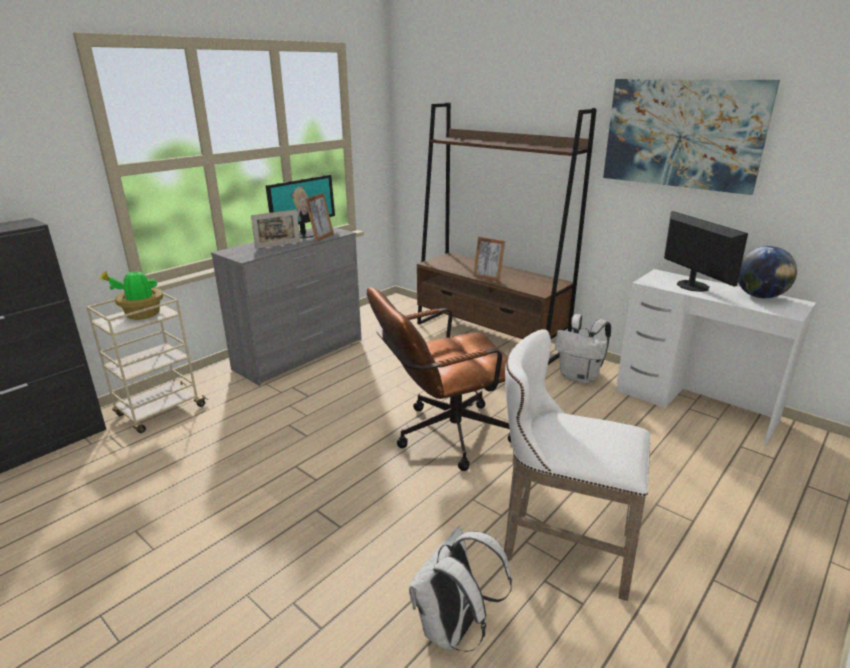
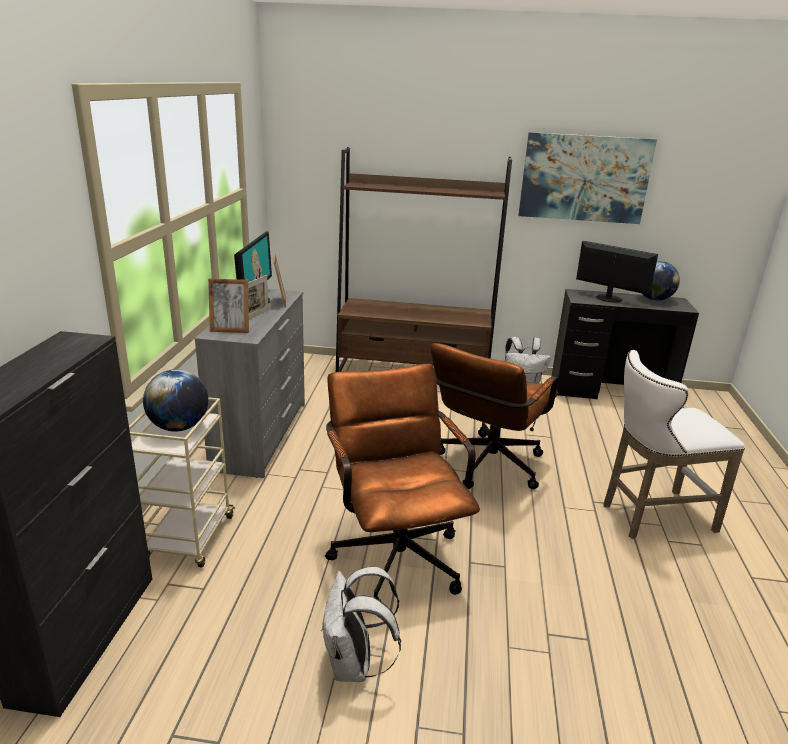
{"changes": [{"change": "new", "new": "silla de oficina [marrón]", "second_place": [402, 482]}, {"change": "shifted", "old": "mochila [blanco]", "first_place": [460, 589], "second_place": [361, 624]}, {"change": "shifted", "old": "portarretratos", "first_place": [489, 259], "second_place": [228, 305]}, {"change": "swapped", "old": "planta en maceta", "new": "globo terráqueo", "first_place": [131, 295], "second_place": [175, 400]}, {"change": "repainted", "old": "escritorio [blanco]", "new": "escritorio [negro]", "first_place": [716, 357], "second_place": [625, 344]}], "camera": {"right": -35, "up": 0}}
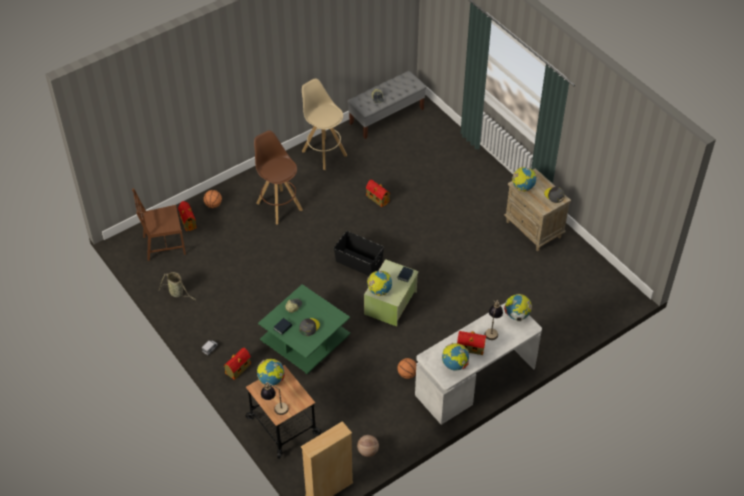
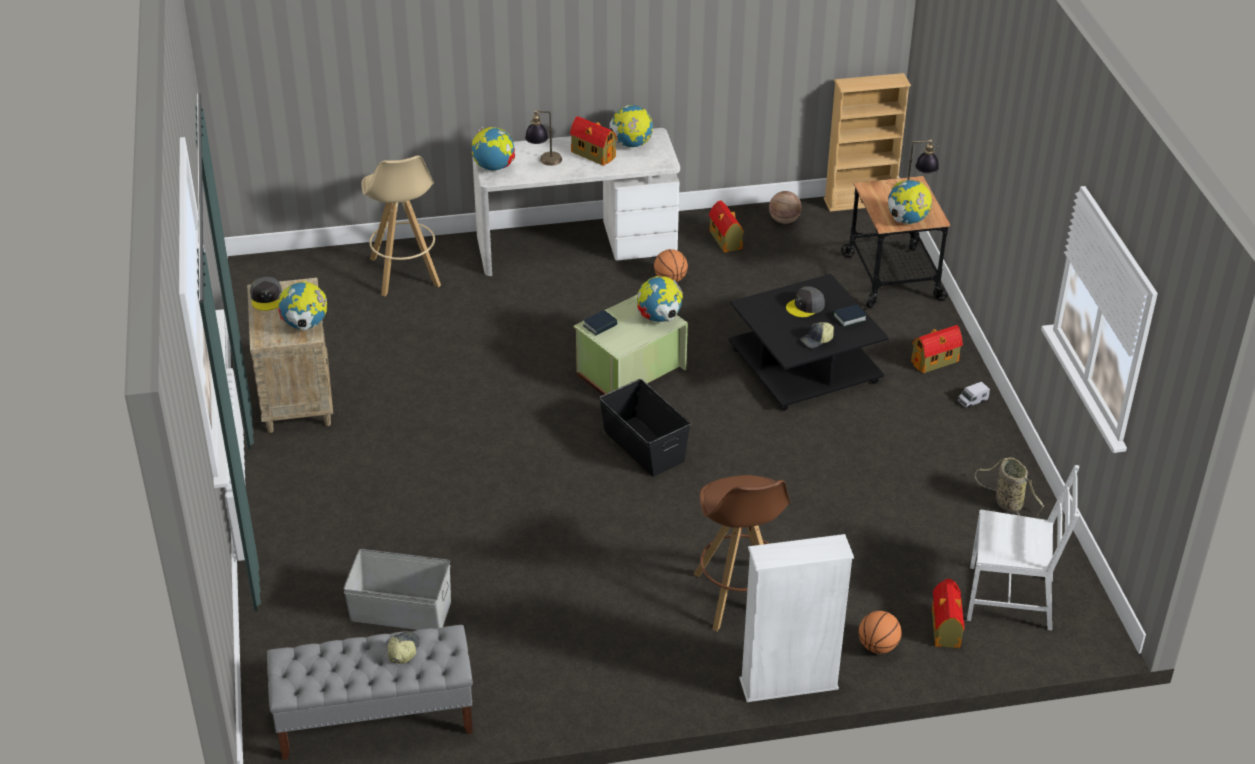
{"changes": [{"change": "new", "new": "caja de almacenaje [gris]", "second_place": [397, 589]}, {"change": "new", "new": "estantería [blanco]", "second_place": [796, 618]}, {"change": "shifted", "old": "taburete [beis]", "first_place": [324, 124], "second_place": [401, 226]}, {"change": "shifted", "old": "casita", "first_place": [378, 193], "second_place": [726, 226]}, {"change": "repainted", "old": "silla [marrón]", "new": "silla [blanco]", "first_place": [159, 224], "second_place": [1023, 548]}, {"change": "repainted", "old": "mesa de centro [verde]", "new": "mesa de centro [negro]", "first_place": [304, 329], "second_place": [808, 342]}], "camera": {"right": -155, "up": -10}}
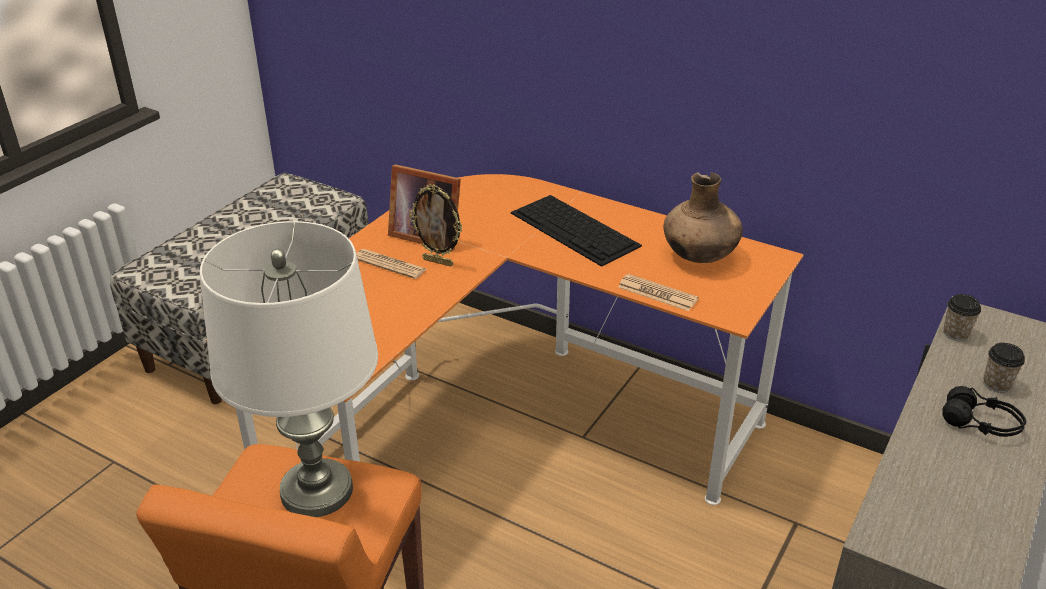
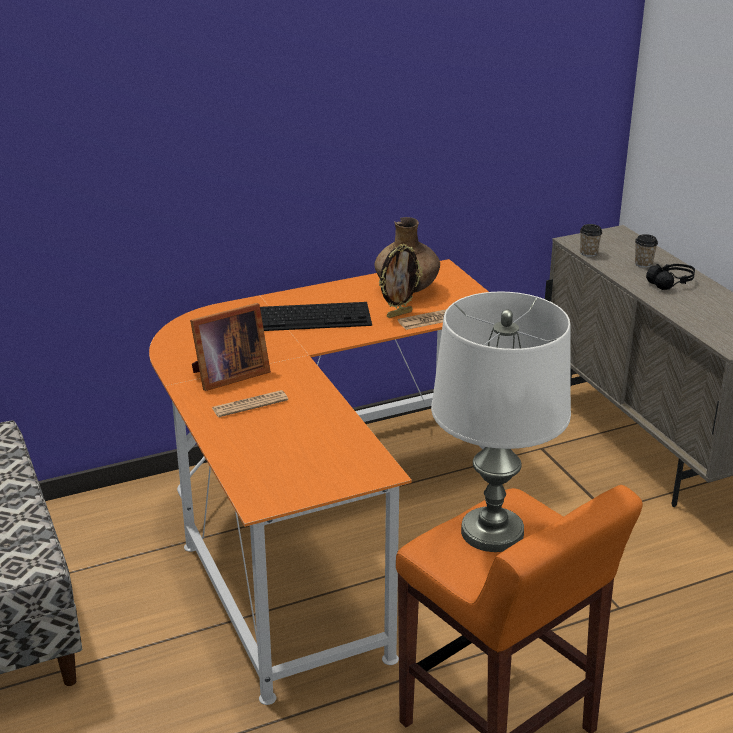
{"changes": [{"change": "shifted", "old": "portarretratos", "first_place": [436, 225], "second_place": [401, 281]}], "camera": {"right": -55, "up": -5}}
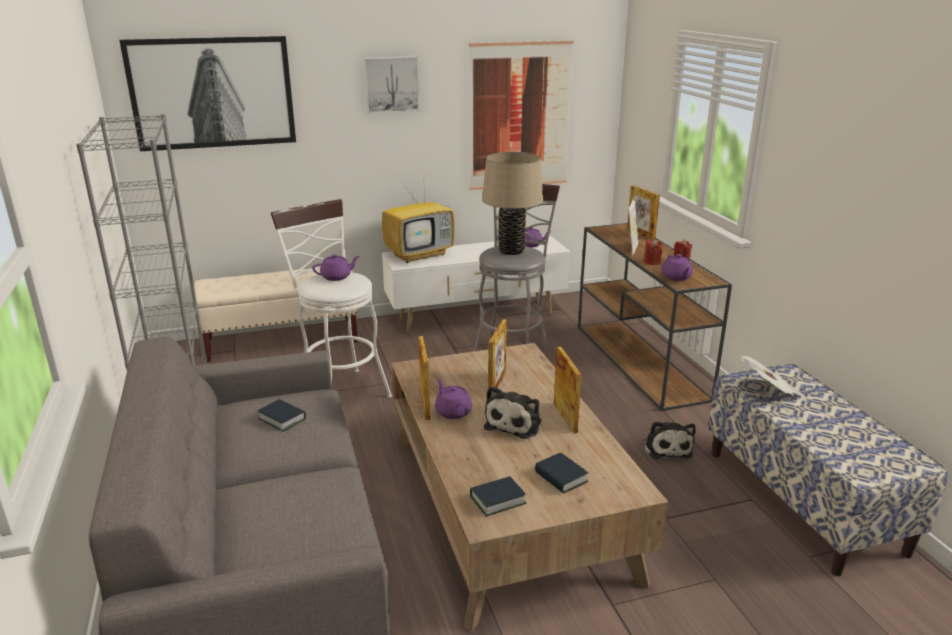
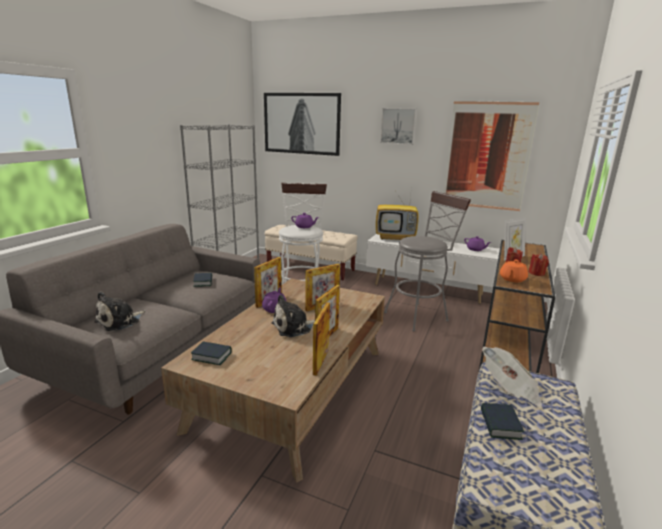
{"changes": [{"change": "gone", "old": "lámpara de mesa [beis]", "first_place": [512, 203]}, {"change": "shifted", "old": "libro", "first_place": [561, 473], "second_place": [502, 421]}, {"change": "shifted", "old": "portarretratos", "first_place": [643, 212], "second_place": [321, 339]}, {"change": "shifted", "old": "peluche", "first_place": [670, 440], "second_place": [119, 311]}, {"change": "repainted", "old": "tetera [morado]", "new": "tetera [naranja]", "first_place": [677, 267], "second_place": [514, 270]}], "camera": {"right": 40, "up": -5}}
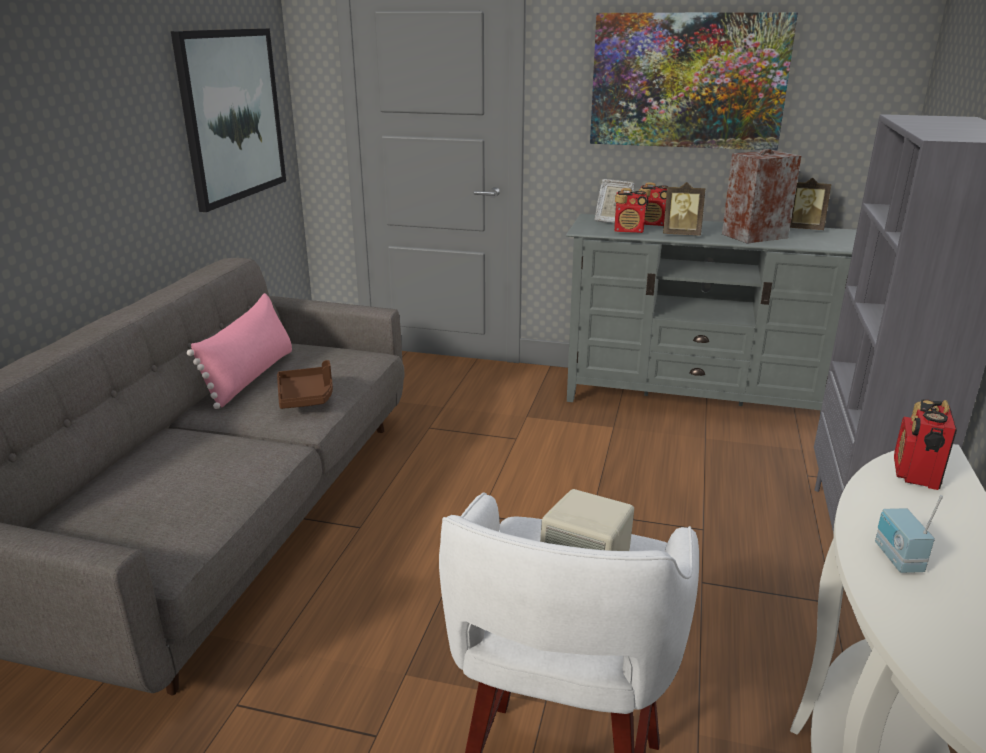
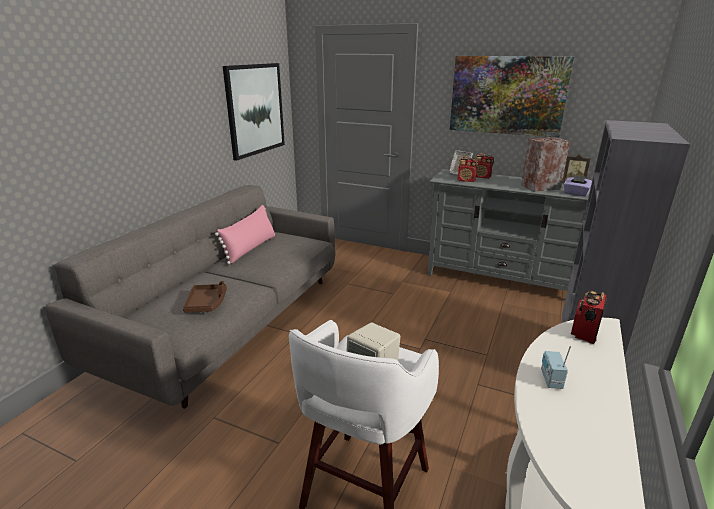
{"changes": [{"change": "gone", "old": "portarretratos", "first_place": [684, 208]}, {"change": "new", "new": "caja de pañuelos [morado]", "second_place": [577, 186]}, {"change": "shifted", "old": "bandeja [marrón]", "first_place": [305, 384], "second_place": [205, 296]}], "camera": {"right": 10, "up": 0}}
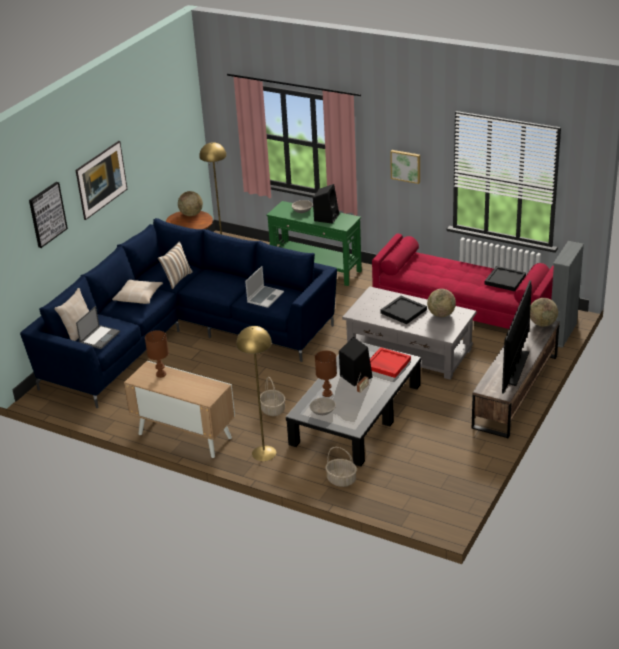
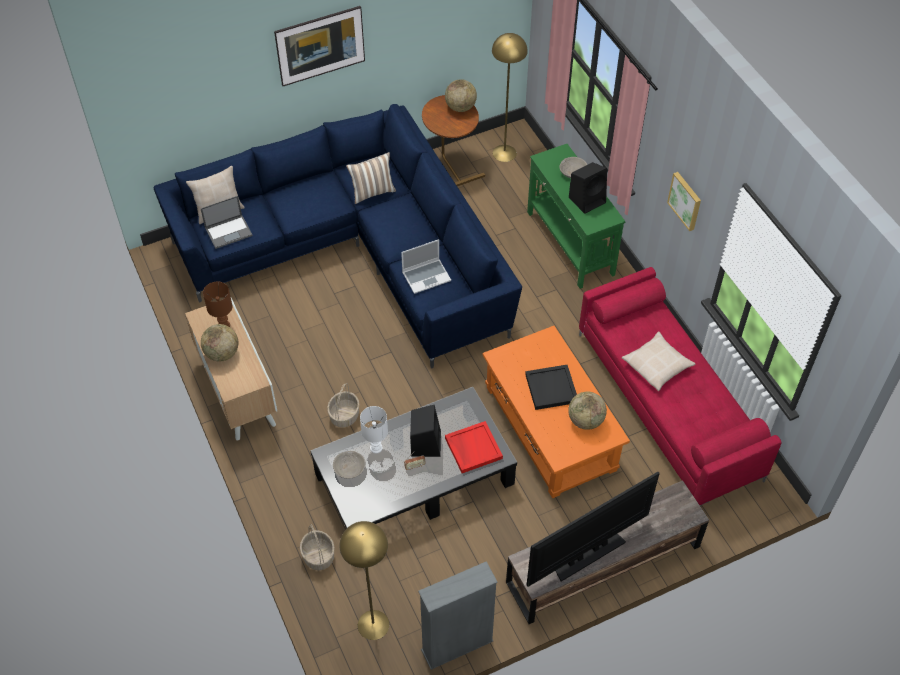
{"changes": [{"change": "gone", "old": "cuadro", "first_place": [48, 215]}, {"change": "gone", "old": "bandeja [negro]", "first_place": [505, 278]}, {"change": "shifted", "old": "cojín [beis]", "first_place": [137, 292], "second_place": [659, 361]}, {"change": "shifted", "old": "lámpara de pie [amarillo]", "first_place": [256, 393], "second_place": [364, 580]}, {"change": "shifted", "old": "globo terráqueo", "first_place": [544, 312], "second_place": [219, 342]}, {"change": "shifted", "old": "estantería [gris]", "first_place": [567, 294], "second_place": [458, 615]}, {"change": "repainted", "old": "lámpara de mesa [marrón]", "new": "lámpara de mesa [blanco]", "first_place": [326, 373], "second_place": [374, 430]}, {"change": "repainted", "old": "mesa de centro [gris]", "new": "mesa de centro [naranja]", "first_place": [409, 333], "second_place": [556, 412]}], "camera": {"right": 35, "up": 20}}
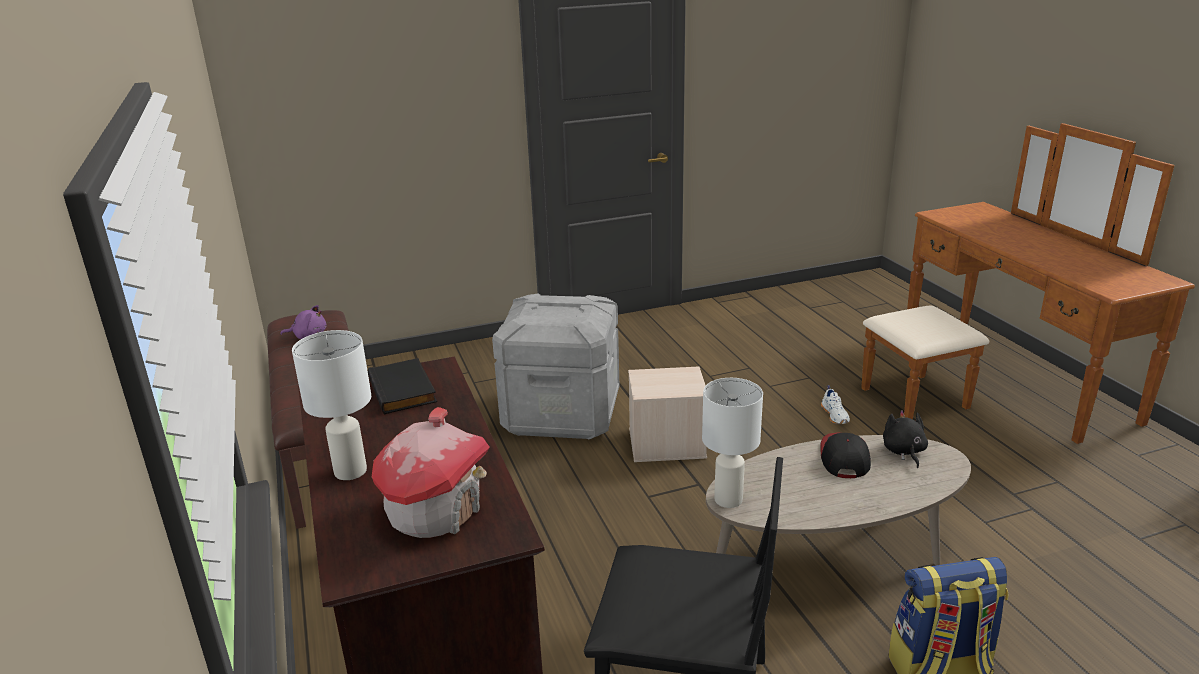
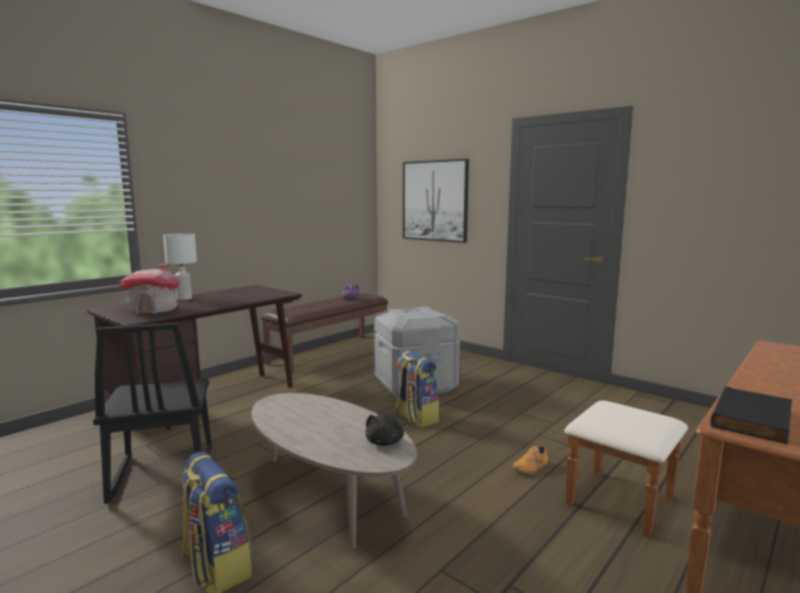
{"changes": [{"change": "gone", "old": "lámpara de mesa [blanco]", "first_place": [732, 443]}, {"change": "gone", "old": "gorra", "first_place": [845, 455]}, {"change": "new", "new": "cuadro", "second_place": [436, 201]}, {"change": "shifted", "old": "libro [negro]", "first_place": [402, 386], "second_place": [751, 415]}, {"change": "swapped", "old": "caja de almacenaje [beis]", "new": "mochila", "first_place": [667, 414], "second_place": [416, 388]}, {"change": "repainted", "old": "zapato [blanco]", "new": "zapato [naranja]", "first_place": [835, 404], "second_place": [530, 458]}, {"change": "rotated", "old": "peluche [negro]", "first_place": [905, 439], "second_place": [385, 430], "degrees": 135}], "camera": {"right": 60, "up": -15}}
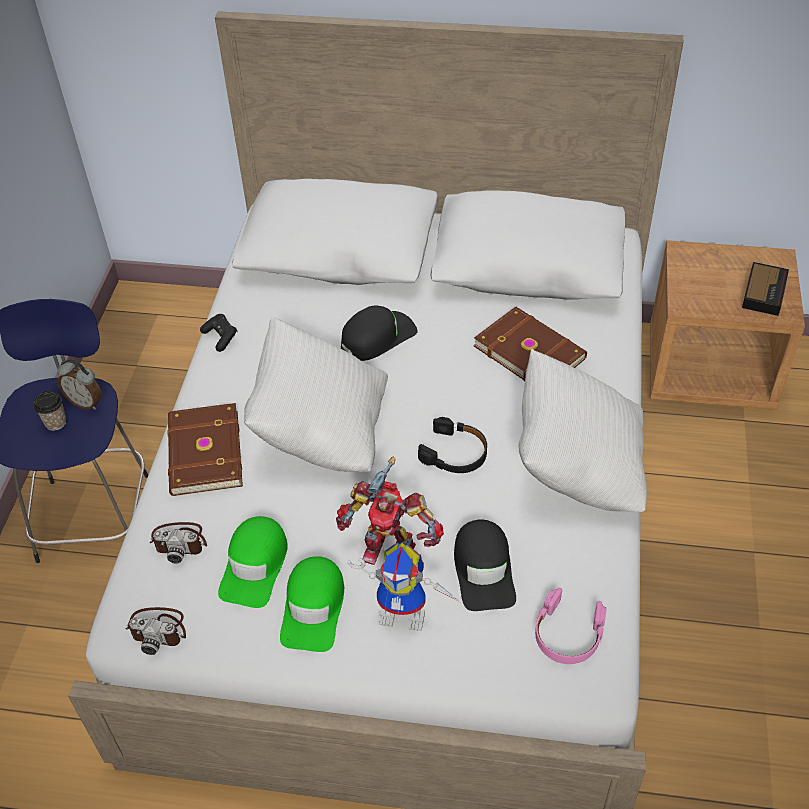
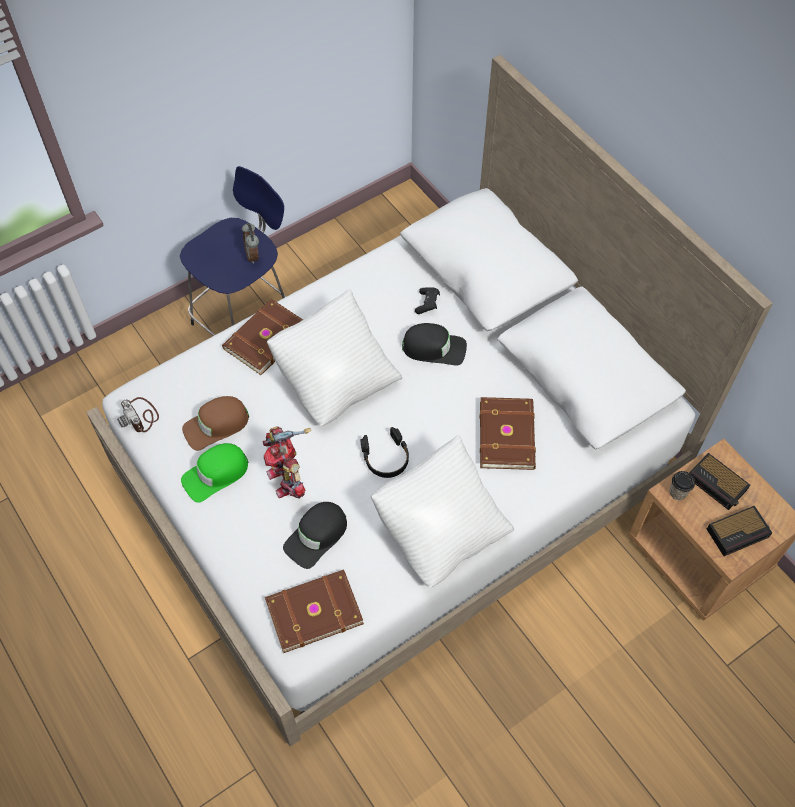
{"changes": [{"change": "gone", "old": "cámara", "first_place": [178, 542]}, {"change": "gone", "old": "robot de juguete", "first_place": [403, 586]}, {"change": "new", "new": "despertador", "second_place": [719, 481]}, {"change": "shifted", "old": "taza", "first_place": [50, 411], "second_place": [682, 485]}, {"change": "shifted", "old": "mando de consola [negro]", "first_place": [219, 333], "second_place": [427, 300]}, {"change": "swapped", "old": "auriculares [rosa]", "new": "libro [marrón]", "first_place": [571, 626], "second_place": [314, 611]}, {"change": "repainted", "old": "gorra [verde]", "new": "gorra [marrón]", "first_place": [252, 562], "second_place": [215, 423]}], "camera": {"right": 45, "up": 10}}
